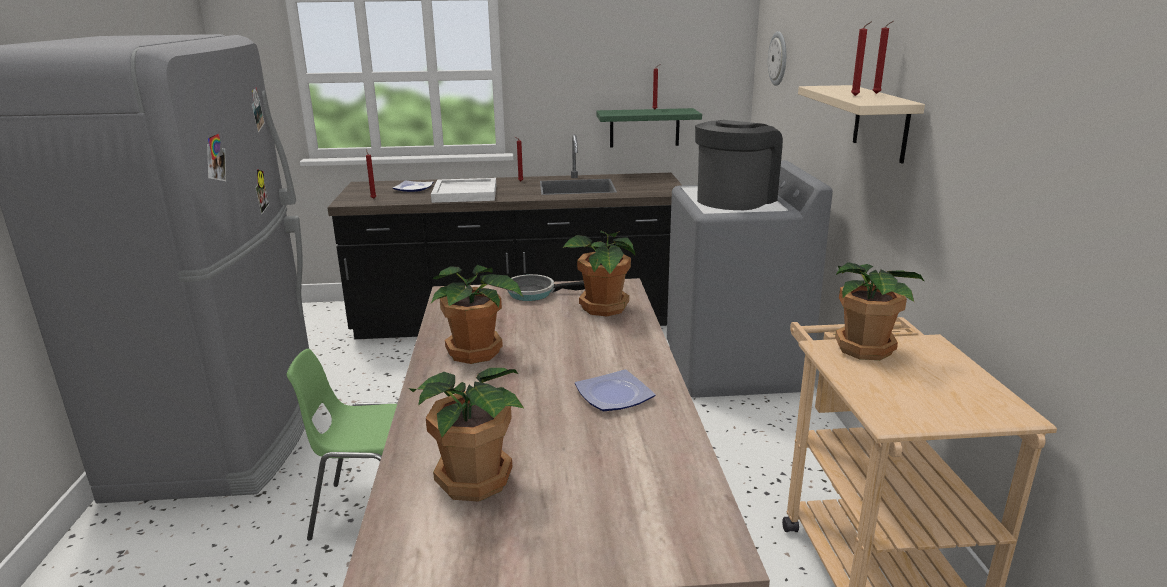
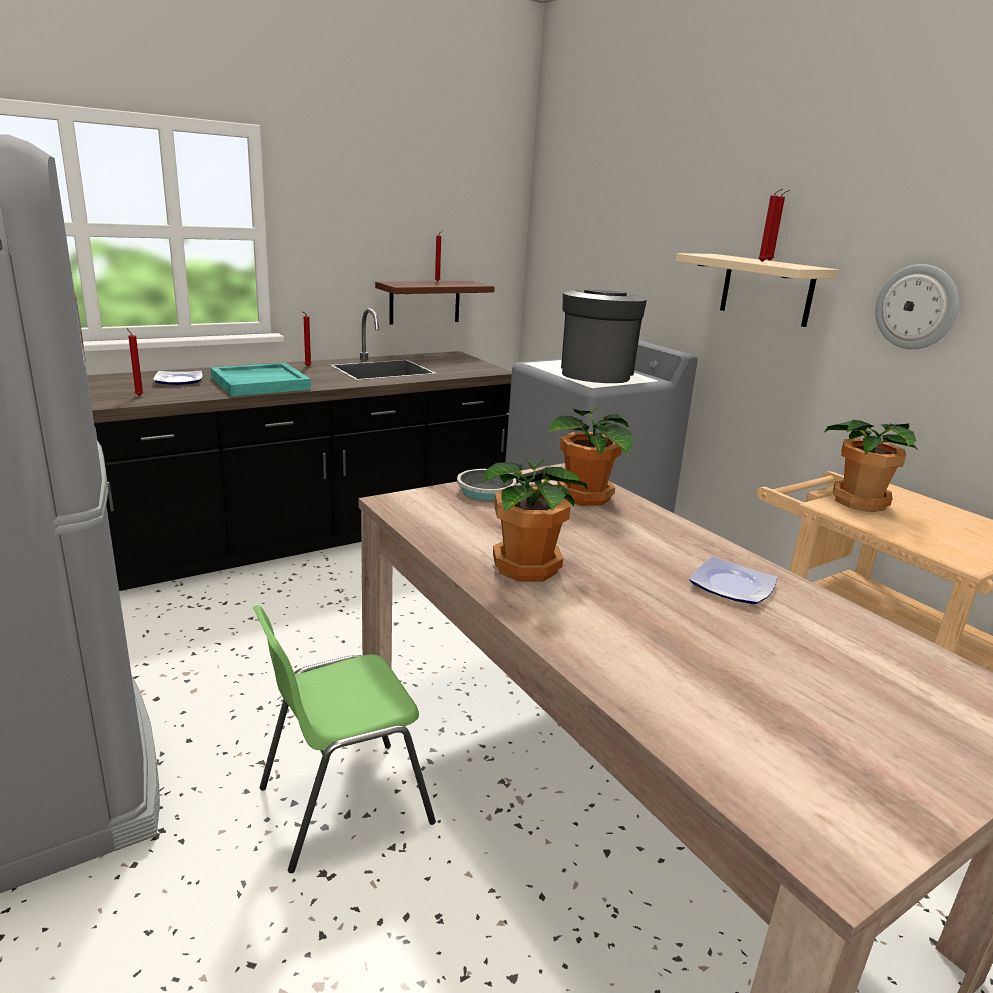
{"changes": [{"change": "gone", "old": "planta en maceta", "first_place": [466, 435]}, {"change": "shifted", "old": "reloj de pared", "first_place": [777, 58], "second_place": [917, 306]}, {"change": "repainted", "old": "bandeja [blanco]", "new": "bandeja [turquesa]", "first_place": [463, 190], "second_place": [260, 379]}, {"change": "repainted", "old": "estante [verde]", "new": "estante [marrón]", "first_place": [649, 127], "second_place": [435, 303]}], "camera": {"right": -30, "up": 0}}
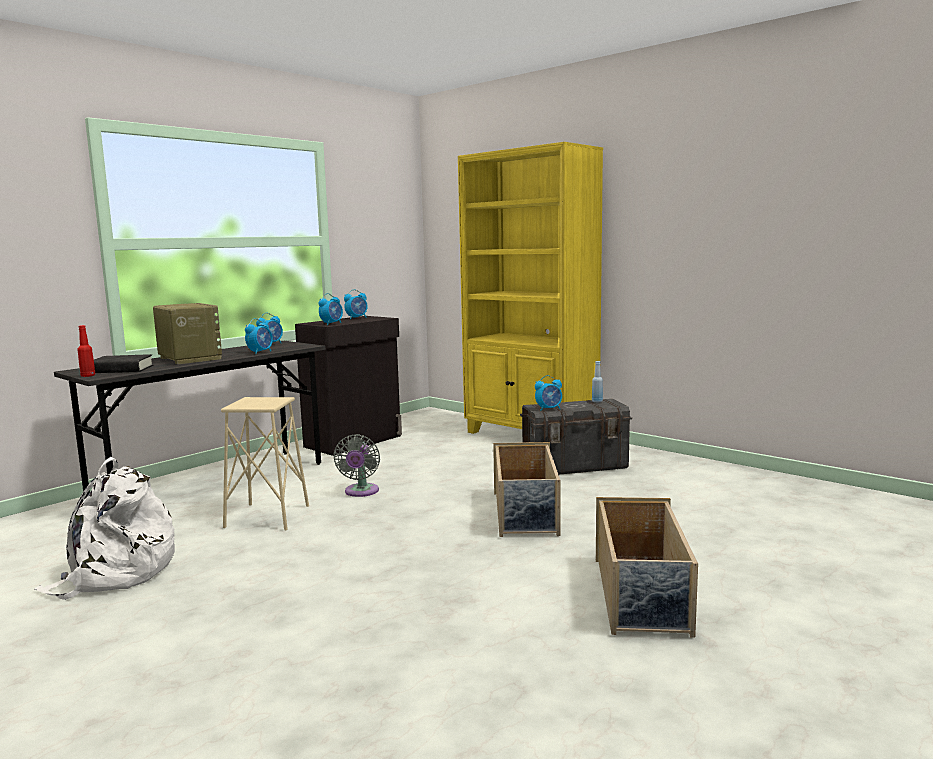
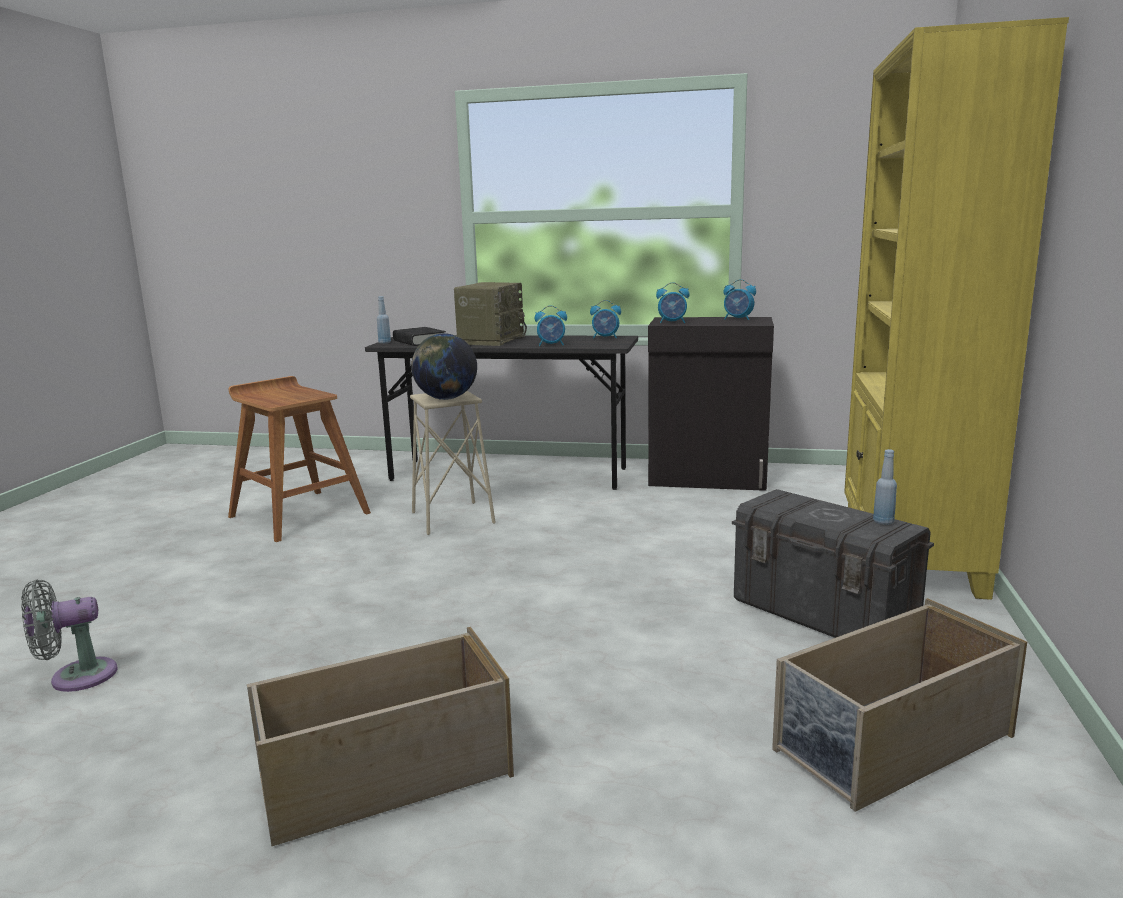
{"changes": [{"change": "gone", "old": "despertador", "first_place": [548, 393]}, {"change": "new", "new": "globo terráqueo", "second_place": [444, 366]}, {"change": "shifted", "old": "ventilador [gris]", "first_place": [356, 465], "second_place": [69, 636]}, {"change": "shifted", "old": "caja de almacenaje [beis]", "first_place": [527, 489], "second_place": [899, 705]}, {"change": "swapped", "old": "mochila [blanco]", "new": "taburete [marrón]", "first_place": [104, 528], "second_place": [299, 459]}, {"change": "repainted", "old": "botella [rojo]", "new": "botella [azul]", "first_place": [86, 351], "second_place": [384, 320]}], "camera": {"right": 60, "up": 5}}
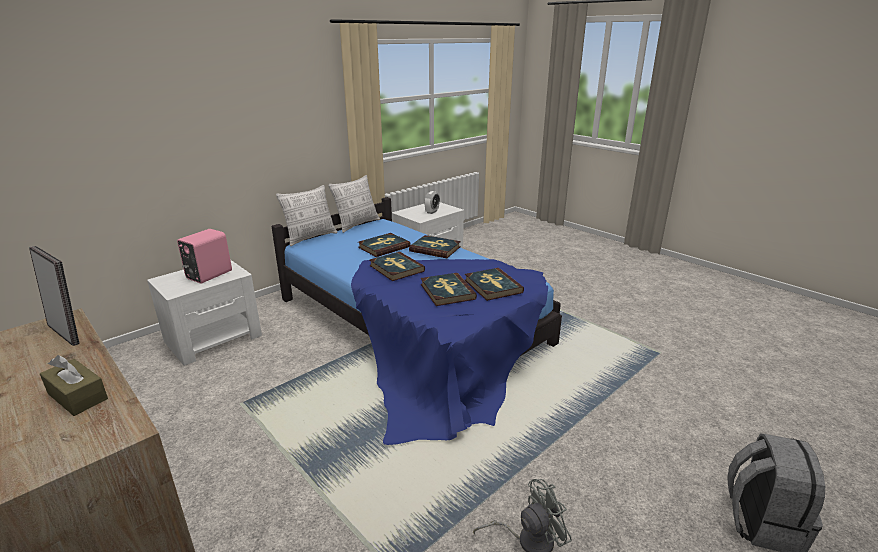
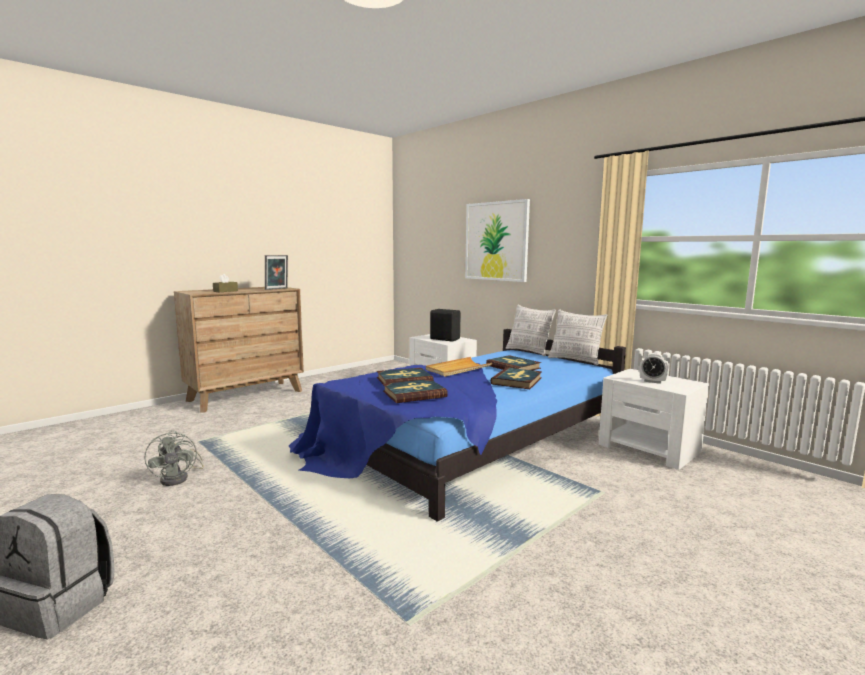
{"changes": [{"change": "new", "new": "cuadro", "second_place": [497, 240]}, {"change": "swapped", "old": "libro", "new": "bandeja [beis]", "first_place": [397, 266], "second_place": [459, 367]}, {"change": "repainted", "old": "altavoz [rosa]", "new": "altavoz [negro]", "first_place": [204, 256], "second_place": [445, 325]}], "camera": {"right": 90, "up": -15}}
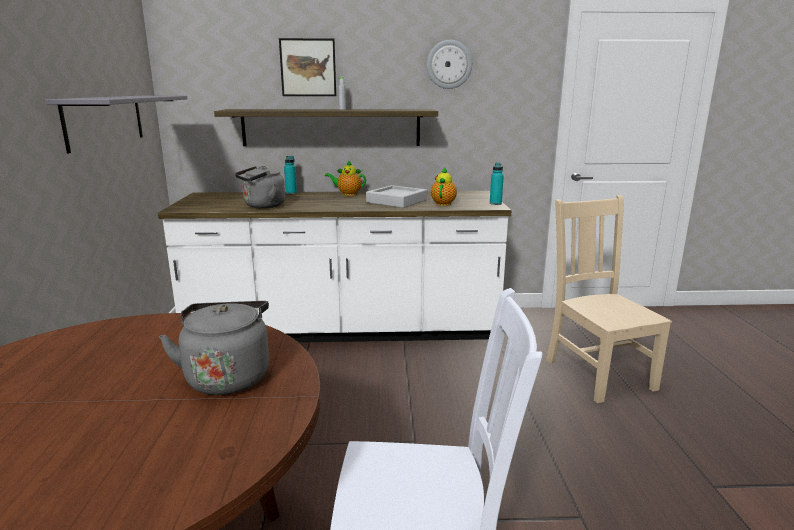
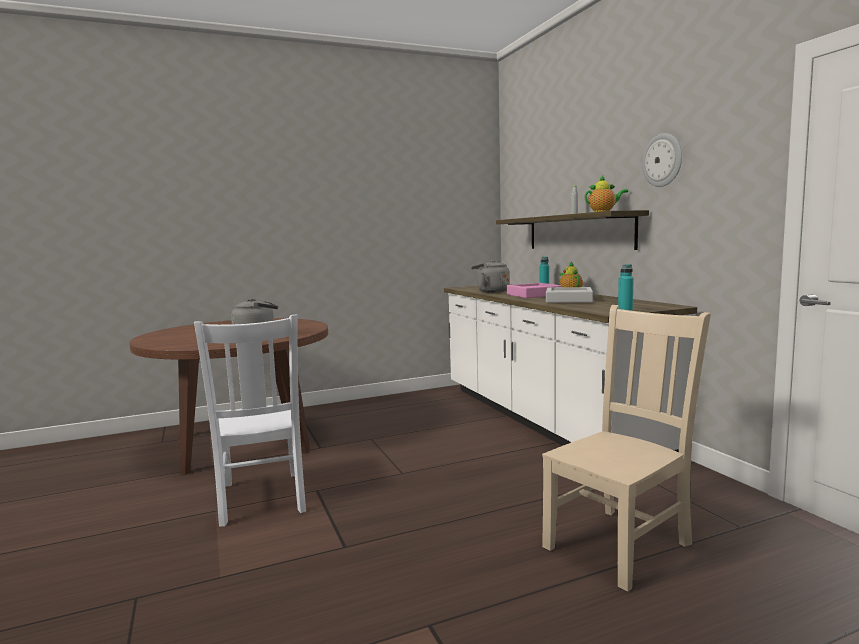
{"changes": [{"change": "gone", "old": "estante [gris]", "first_place": [116, 124]}, {"change": "gone", "old": "cuadro", "first_place": [307, 67]}, {"change": "new", "new": "bandeja [rosa]", "second_place": [534, 290]}, {"change": "shifted", "old": "tetera", "first_place": [444, 186], "second_place": [606, 194]}], "camera": {"right": 70, "up": -10}}
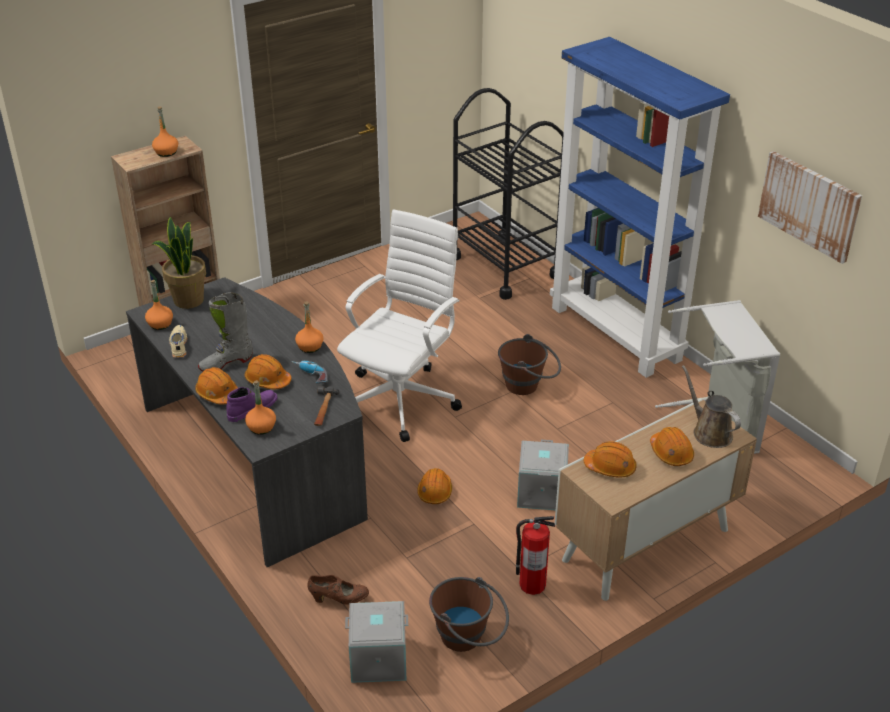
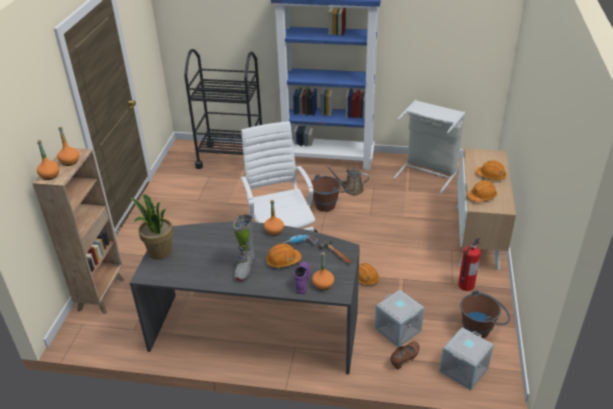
{"changes": [{"change": "gone", "old": "zapato [beis]", "first_place": [178, 341]}, {"change": "gone", "old": "casco [naranja]", "first_place": [216, 385]}, {"change": "gone", "old": "cuadro", "first_place": [810, 207]}, {"change": "shifted", "old": "botella [naranja]", "first_place": [159, 305], "second_place": [48, 160]}, {"change": "shifted", "old": "caja de almacenaje [gris]", "first_place": [543, 475], "second_place": [399, 318]}, {"change": "shifted", "old": "regadera [marrón]", "first_place": [711, 406], "second_place": [347, 180]}], "camera": {"right": -45, "up": 0}}
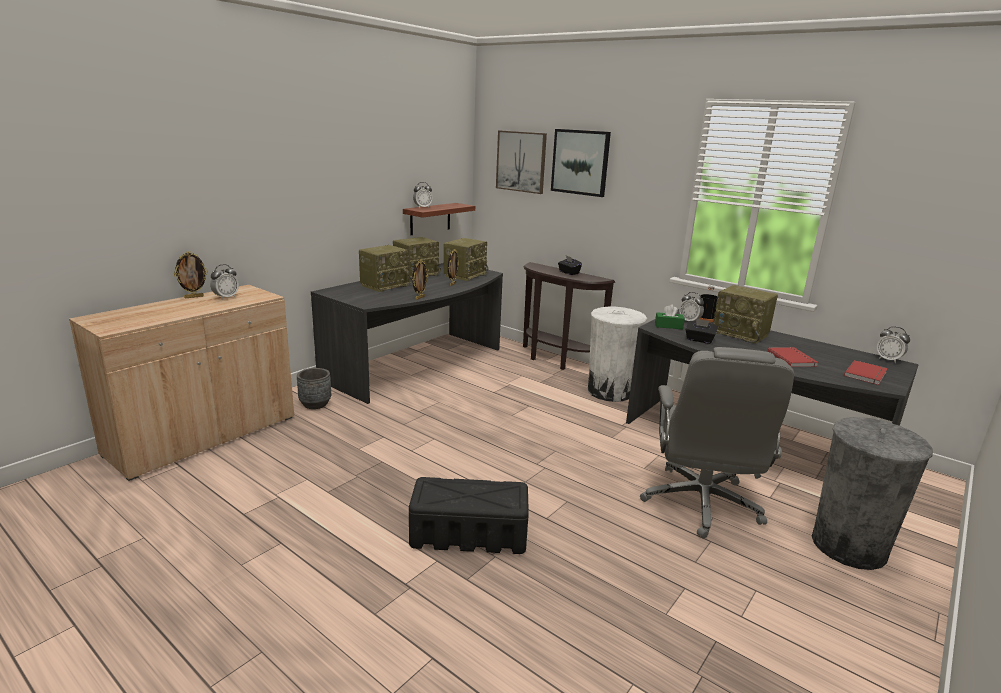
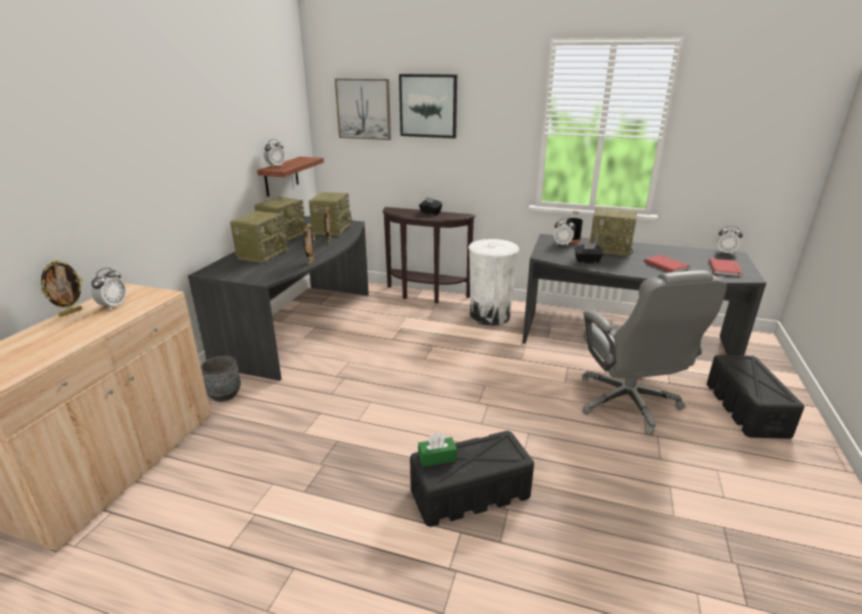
{"changes": [{"change": "shifted", "old": "caja de pañuelos [verde]", "first_place": [670, 317], "second_place": [437, 449]}, {"change": "swapped", "old": "papelera [gris]", "new": "caja de almacenaje [negro]", "first_place": [872, 493], "second_place": [755, 397]}], "camera": {"right": -20, "up": 5}}
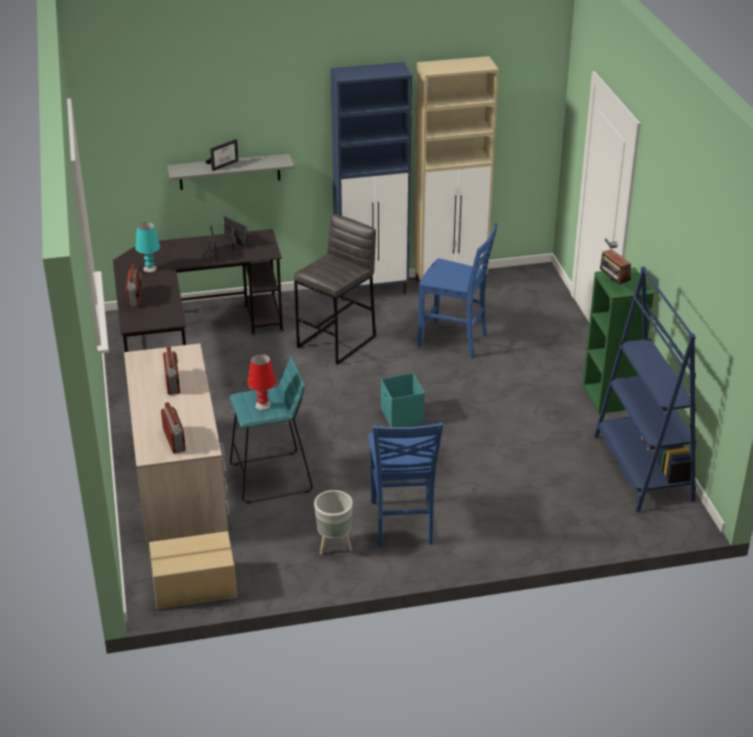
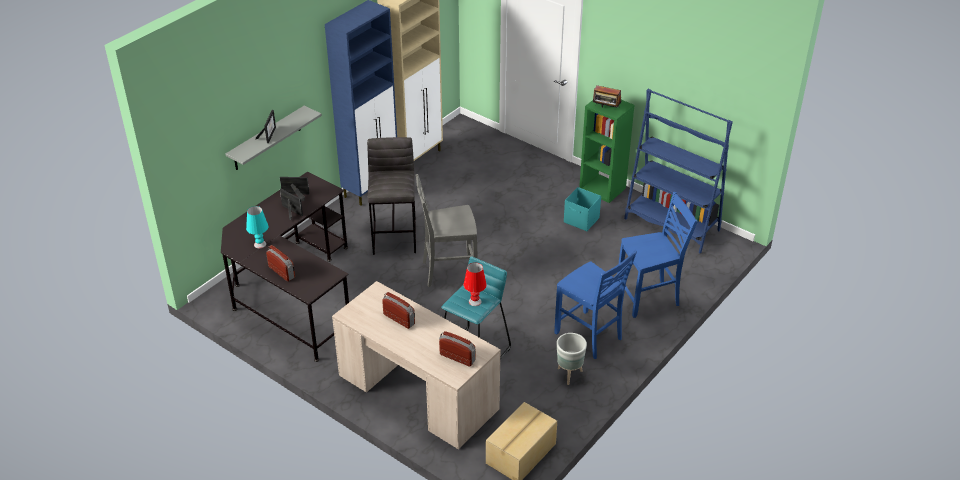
{"changes": [{"change": "new", "new": "silla [gris]", "second_place": [446, 230]}, {"change": "shifted", "old": "caja de almacenaje [turquesa]", "first_place": [403, 400], "second_place": [582, 209]}, {"change": "shifted", "old": "silla [azul]", "first_place": [458, 290], "second_place": [657, 255]}], "camera": {"right": -40, "up": 5}}
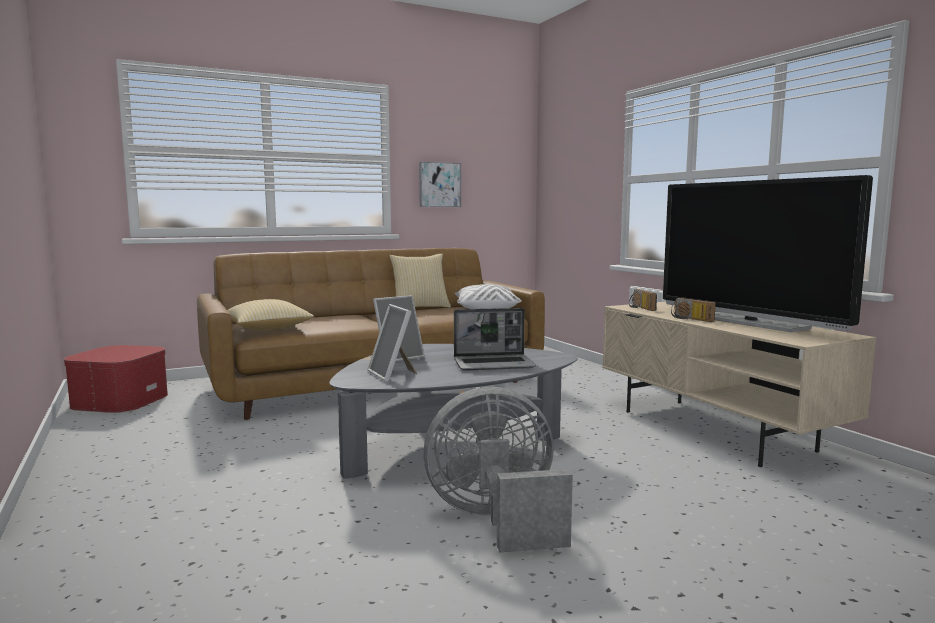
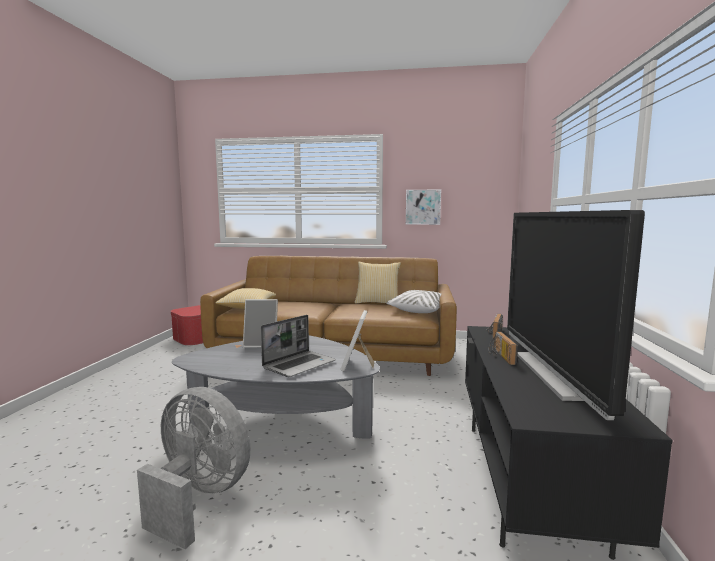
{"changes": [{"change": "shifted", "old": "portarretratos", "first_place": [392, 343], "second_place": [358, 340]}, {"change": "repainted", "old": "mueble de televisión [beis]", "new": "mueble de televisión [negro]", "first_place": [739, 384], "second_place": [569, 443]}, {"change": "rotated", "old": "portátil", "first_place": [495, 339], "second_place": [298, 346], "degrees": -75}], "camera": {"right": 35, "up": 0}}
